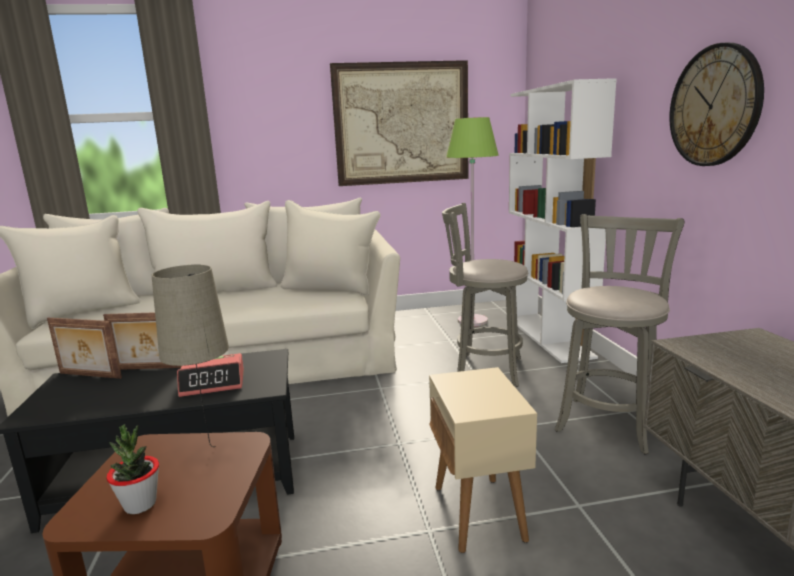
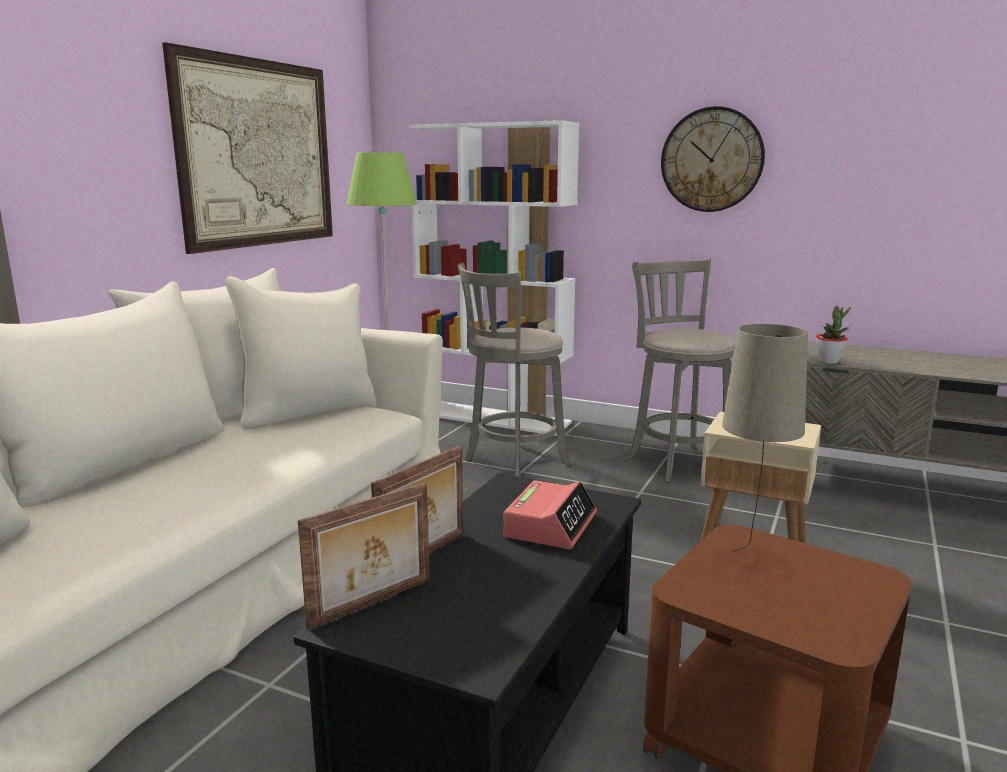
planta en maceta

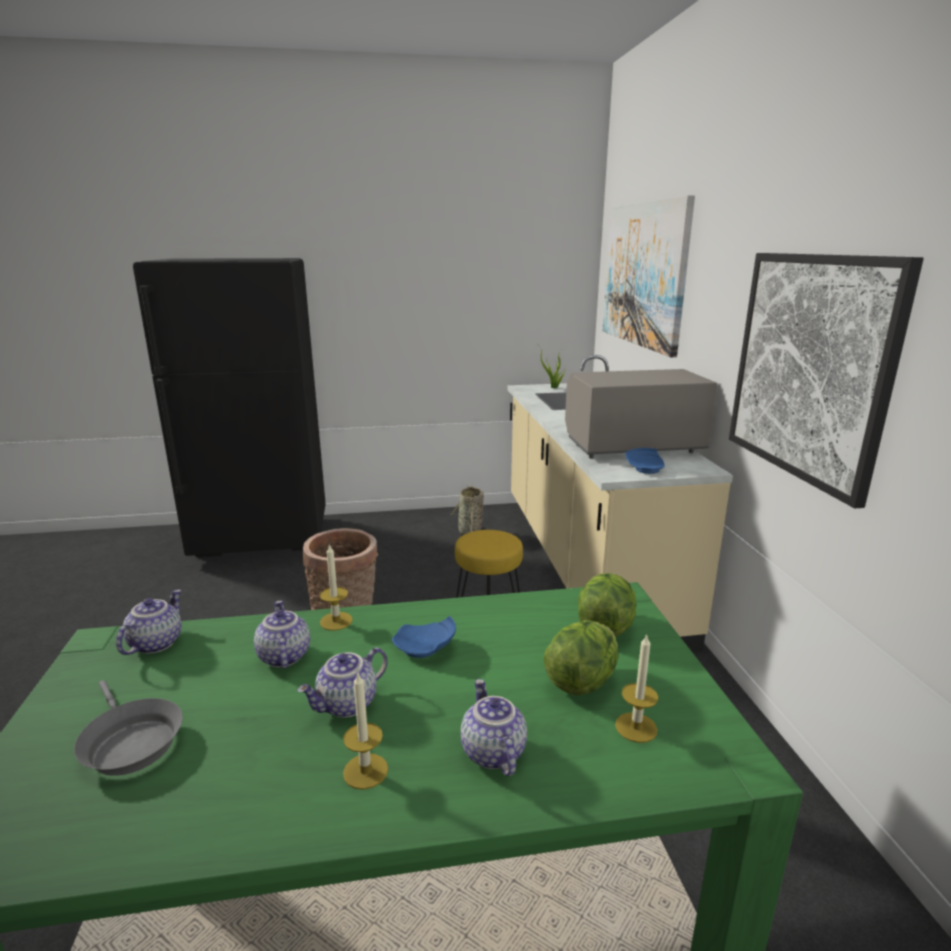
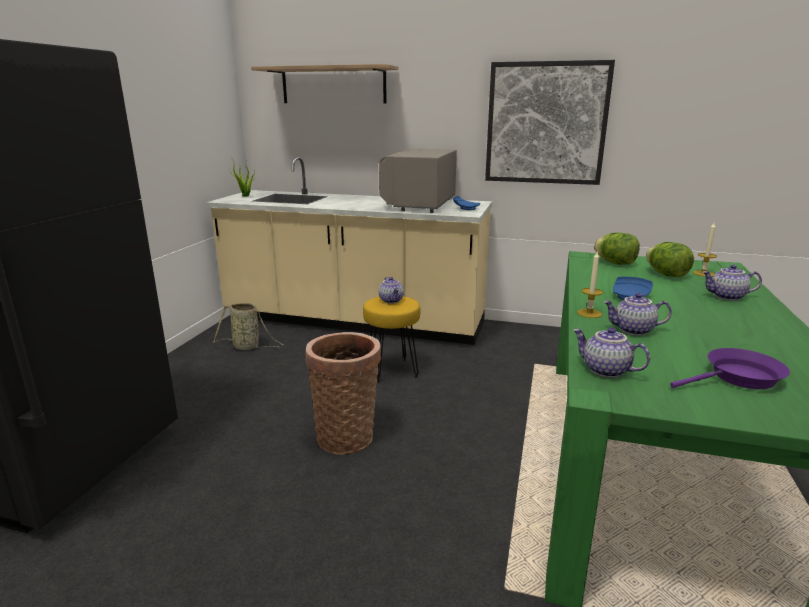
sartén (morado); tetera (no. 1 from left); vela (no. 2 from left in the first image); estante

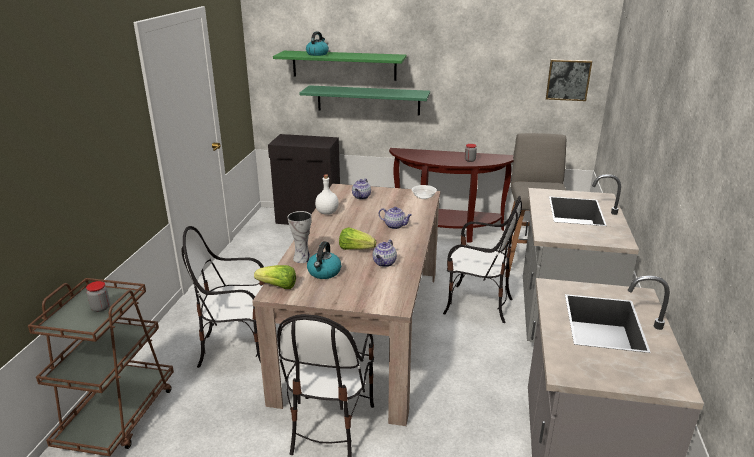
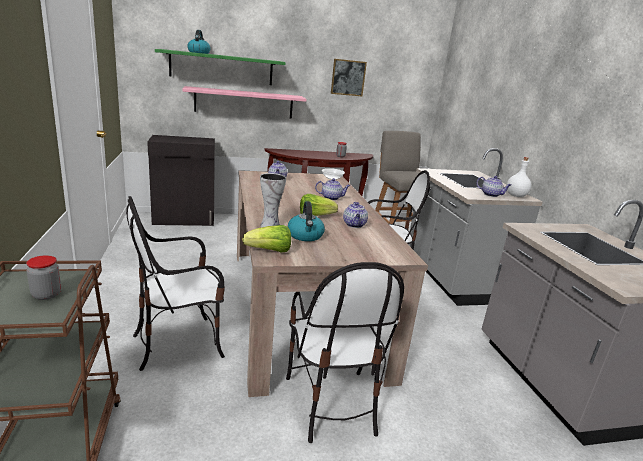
estante (rosa); botella (blanco); cuadro; tetera (no. 4 from left)

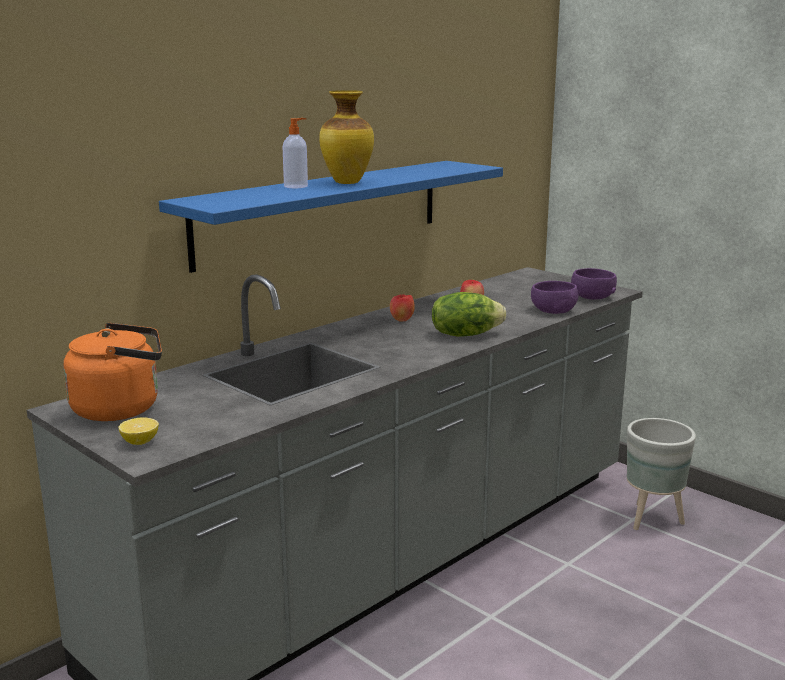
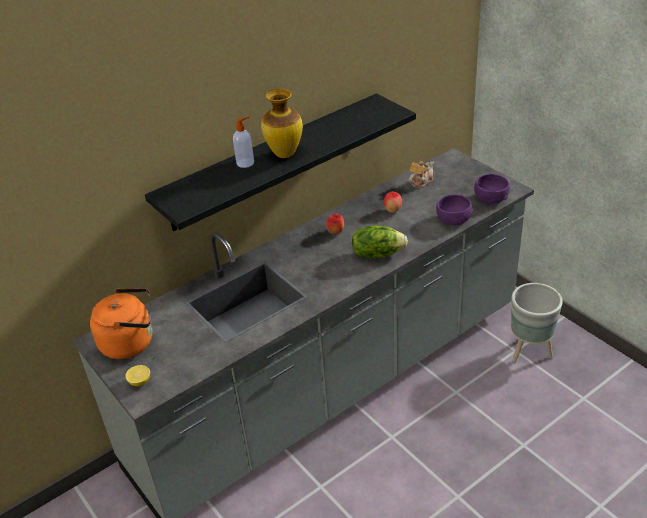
estante (negro); tetera

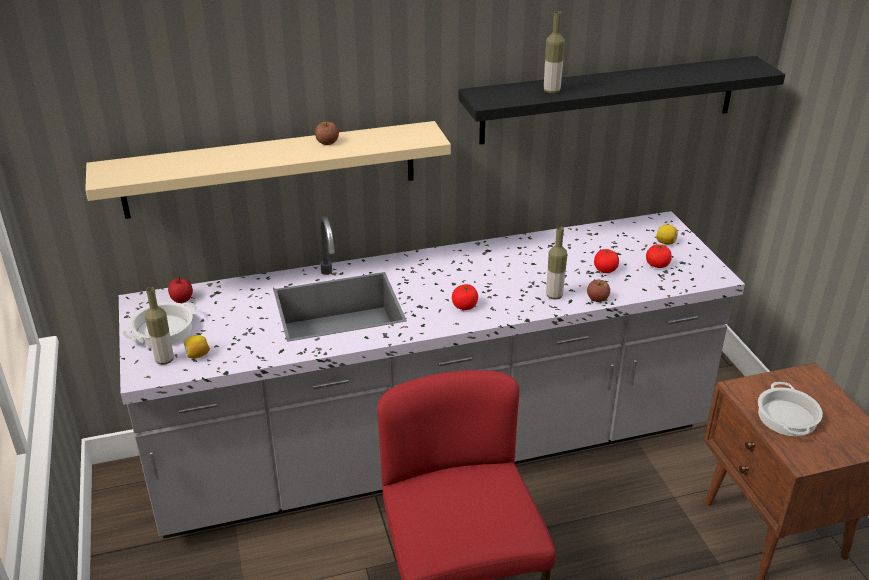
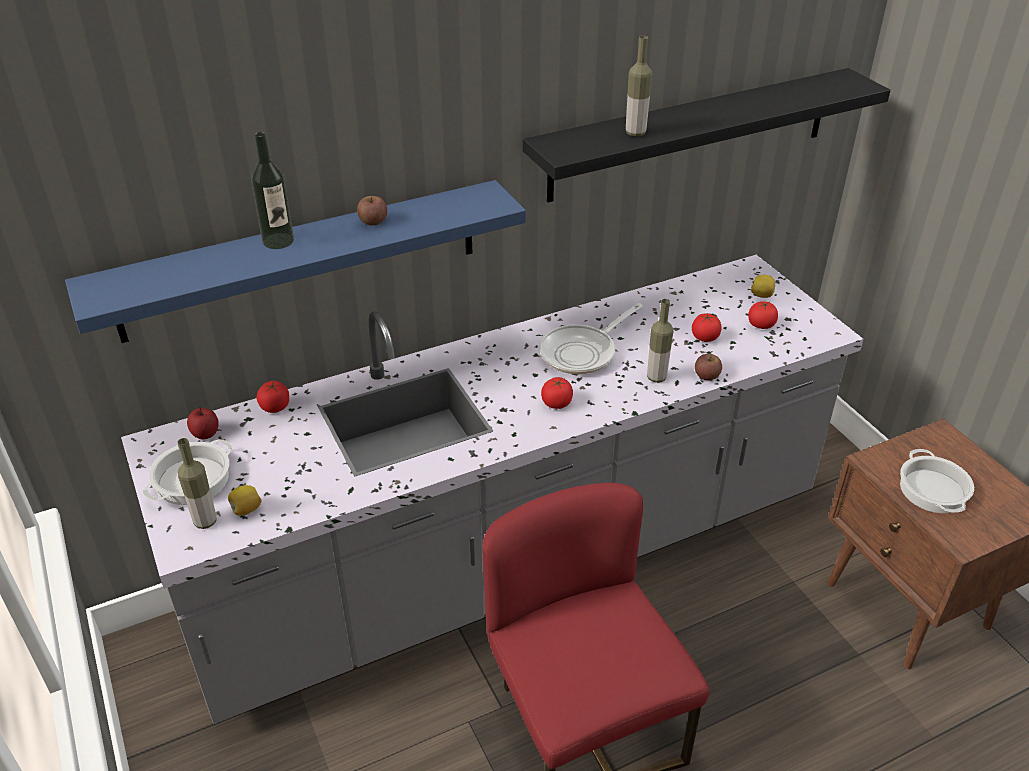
estante (azul); botella (no. 2 from left); tomate (no. 1 from left); sartén

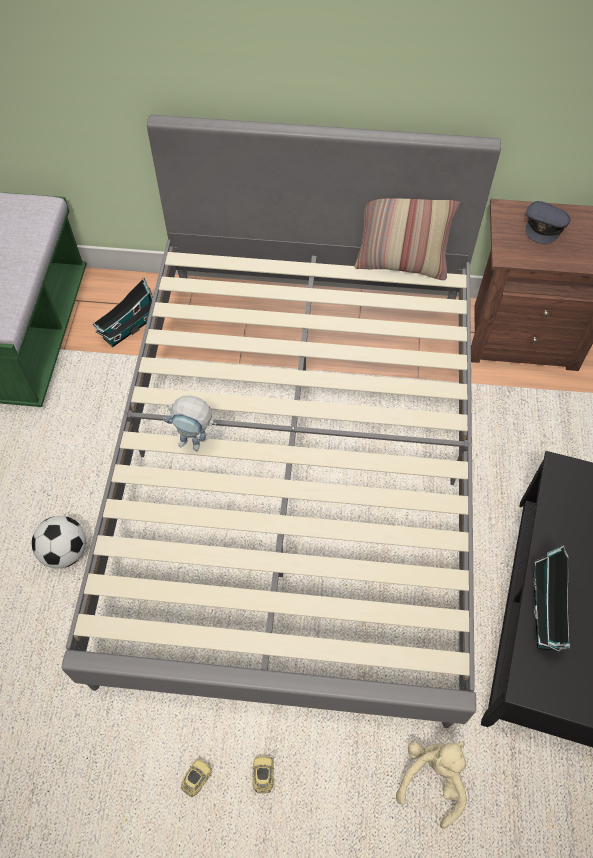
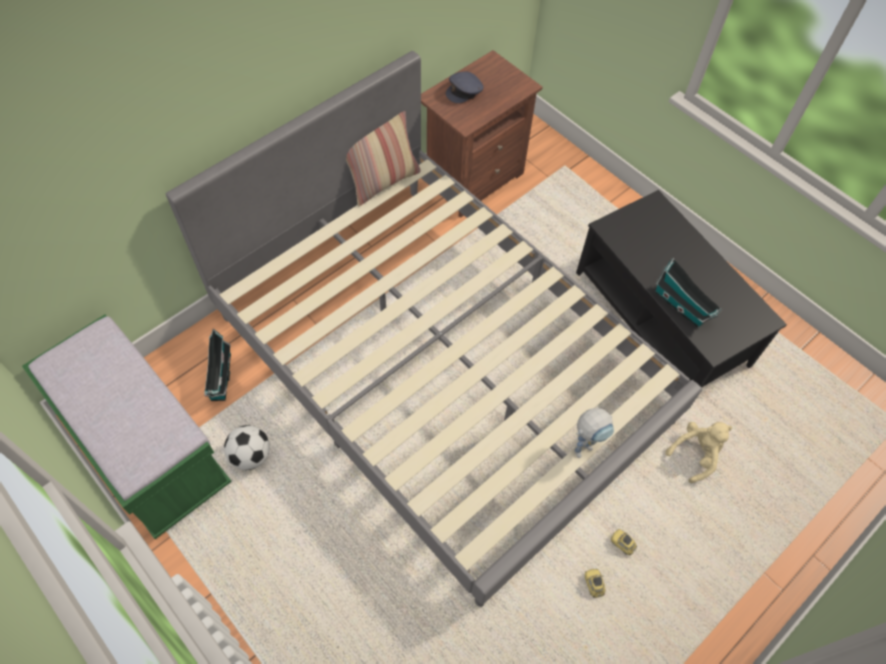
balón de fútbol; robot de juguete; peluche (beis); gorra (gris)

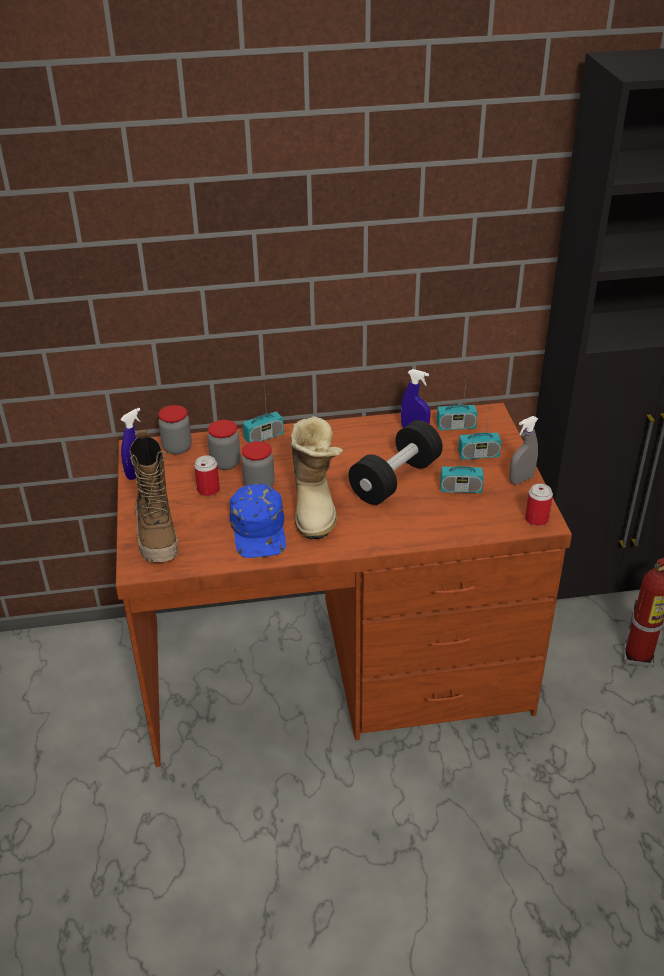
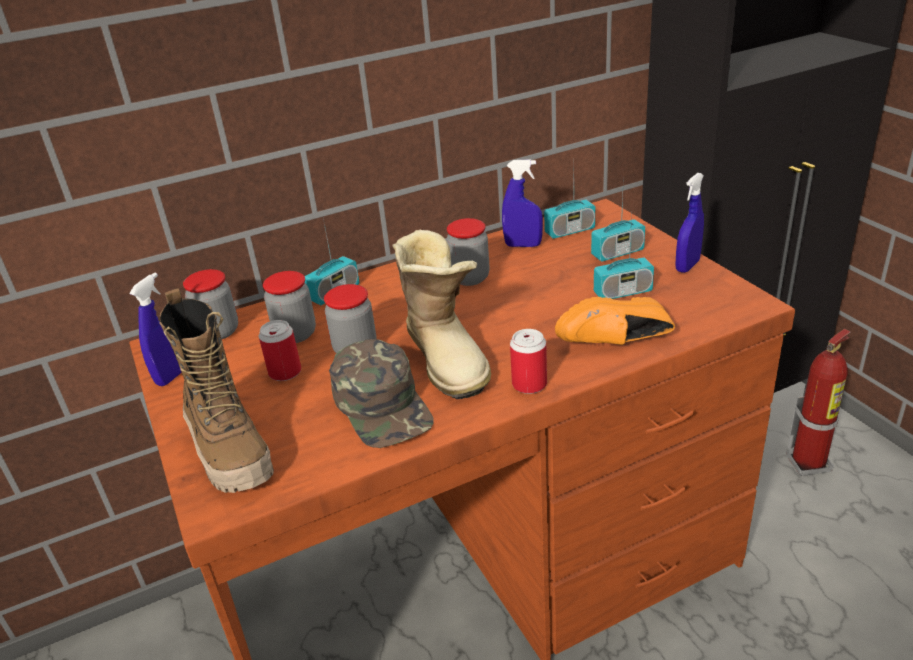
gorra (verde); mancuerna (negro); pulverizador (azul) (no. 3 from left); lata (no. 2 from left); tarro (no. 4 from left); zapato (naranja)

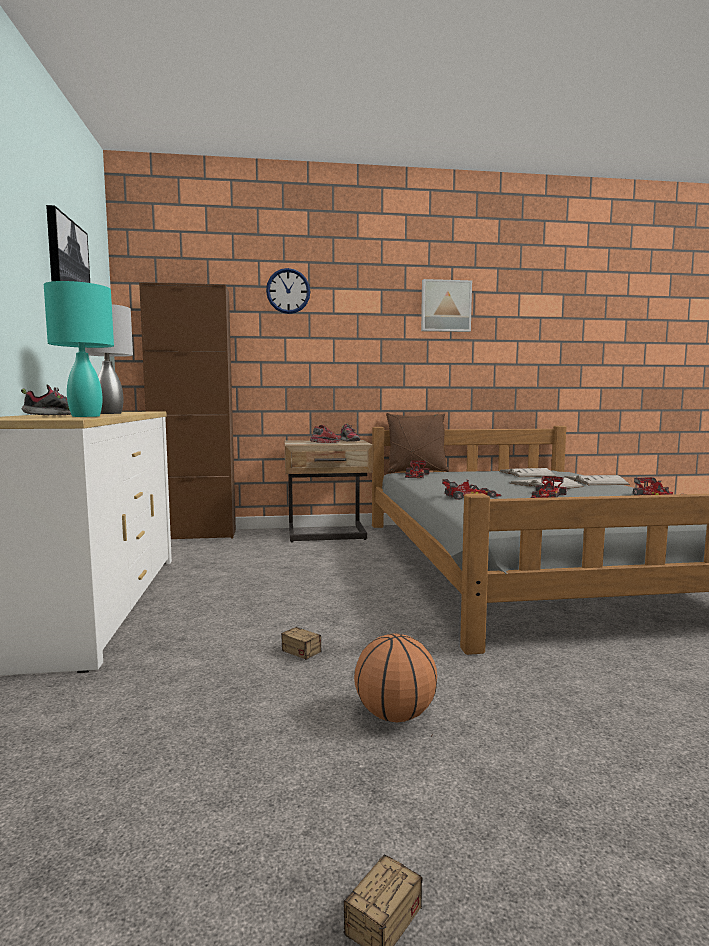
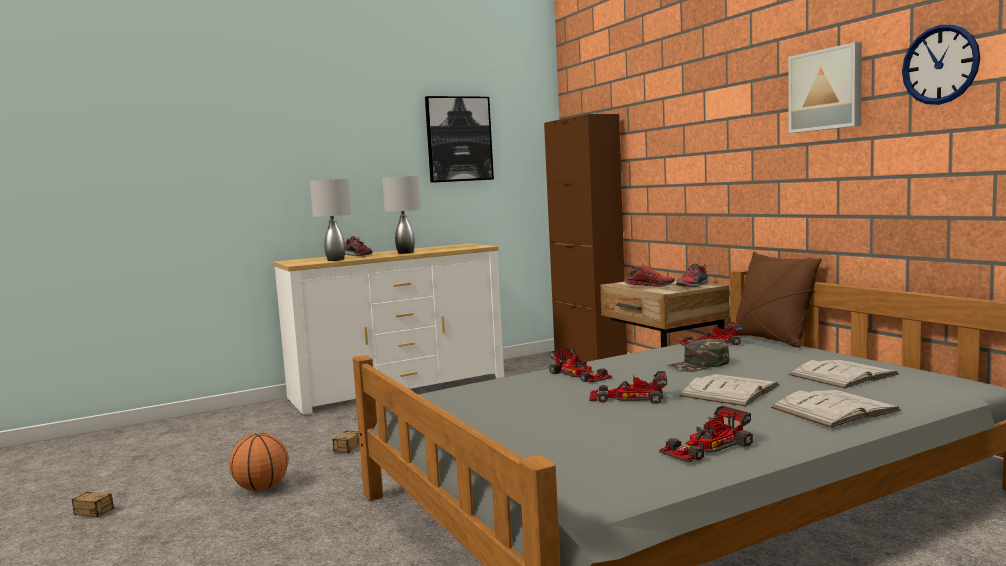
lámpara de mesa (gris) (no. 1 from left); reloj de pared; gorra (verde)

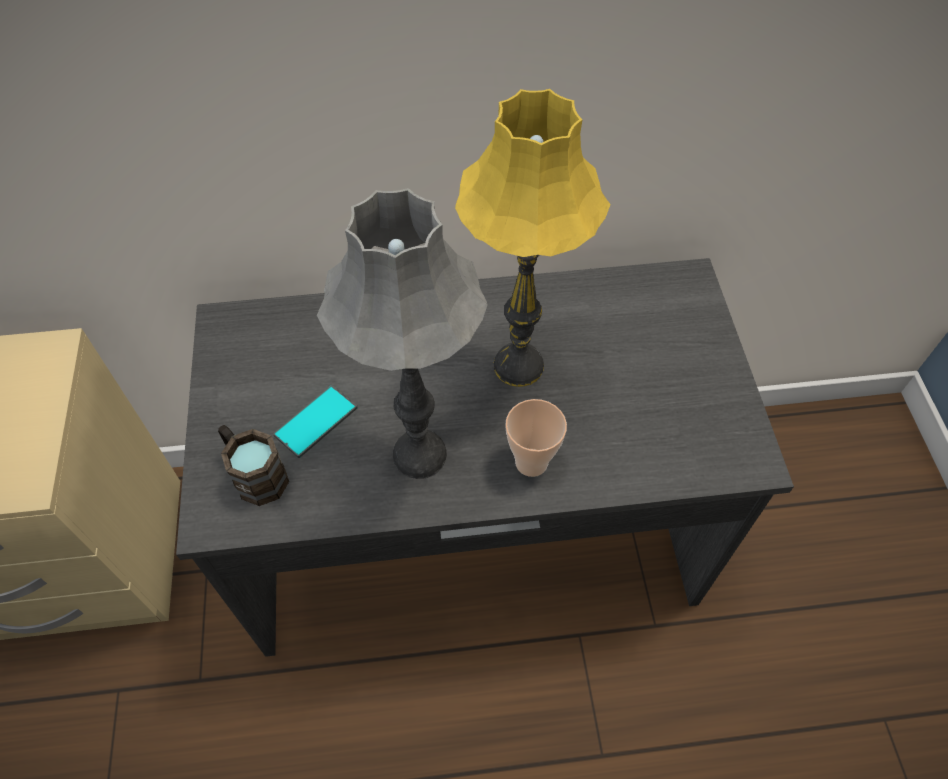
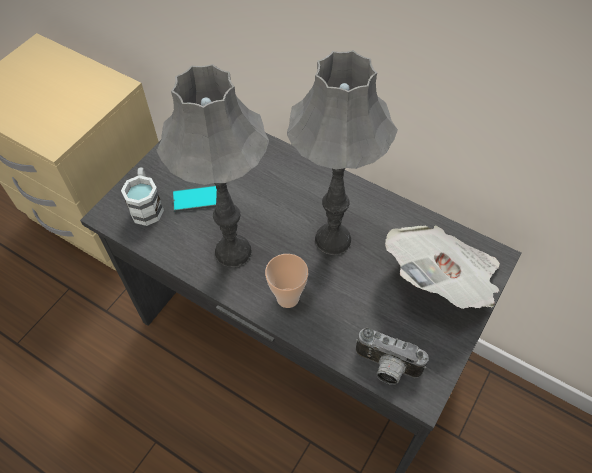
taza grande (blanco); lámpara de mesa (gris) (no. 2 from left); cámara; periódico

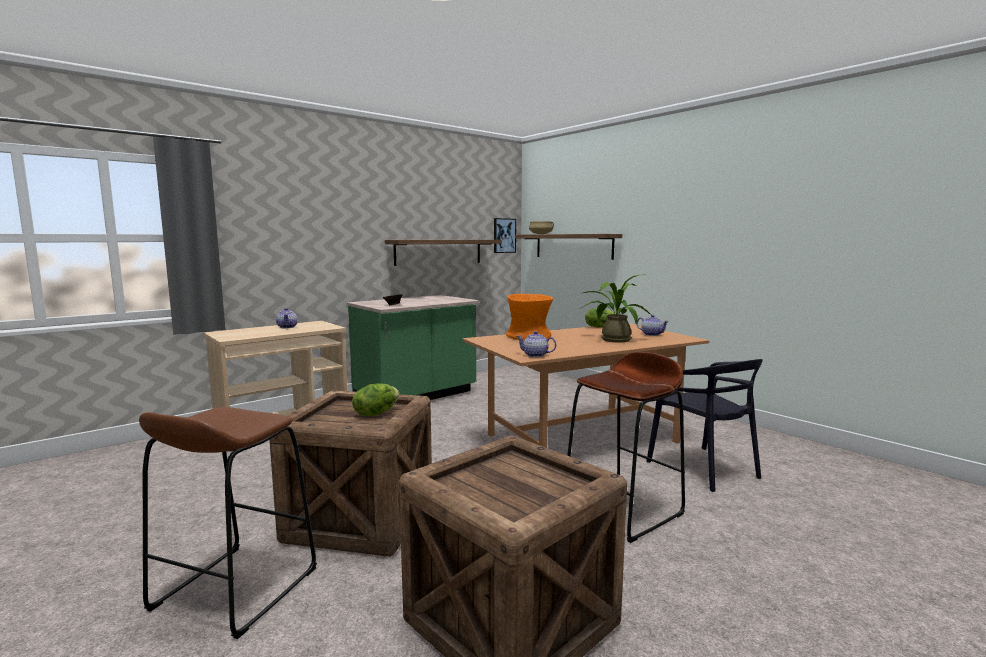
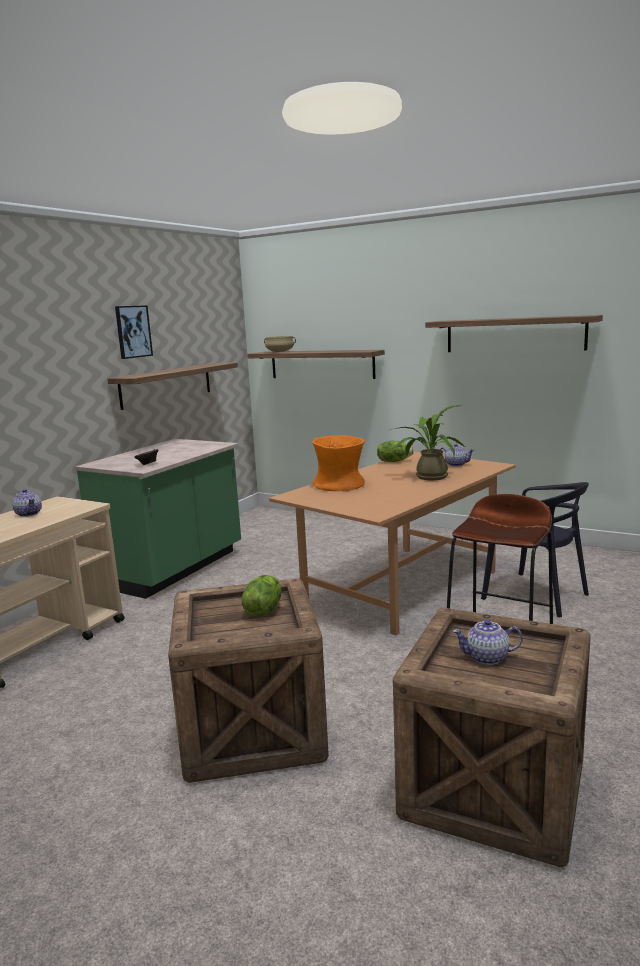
taburete (marrón) (no. 1 from left in the first image); cuadro; tetera (no. 3 from left); estante (no. 3 from left)

